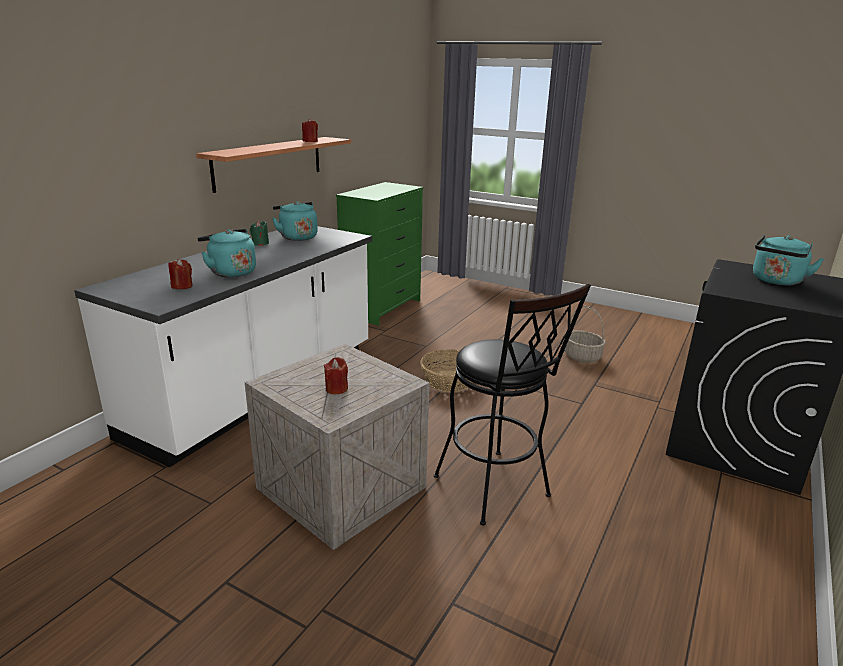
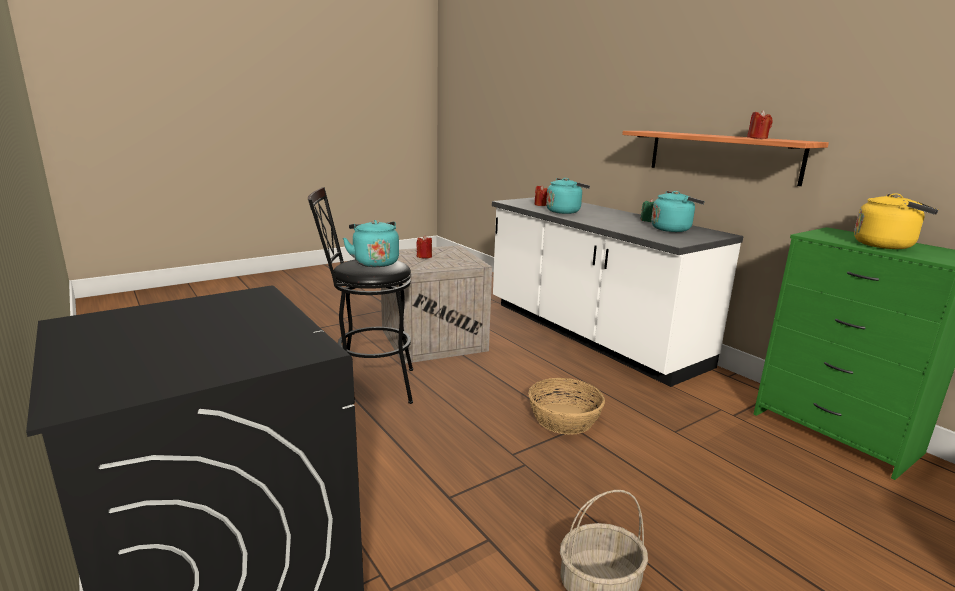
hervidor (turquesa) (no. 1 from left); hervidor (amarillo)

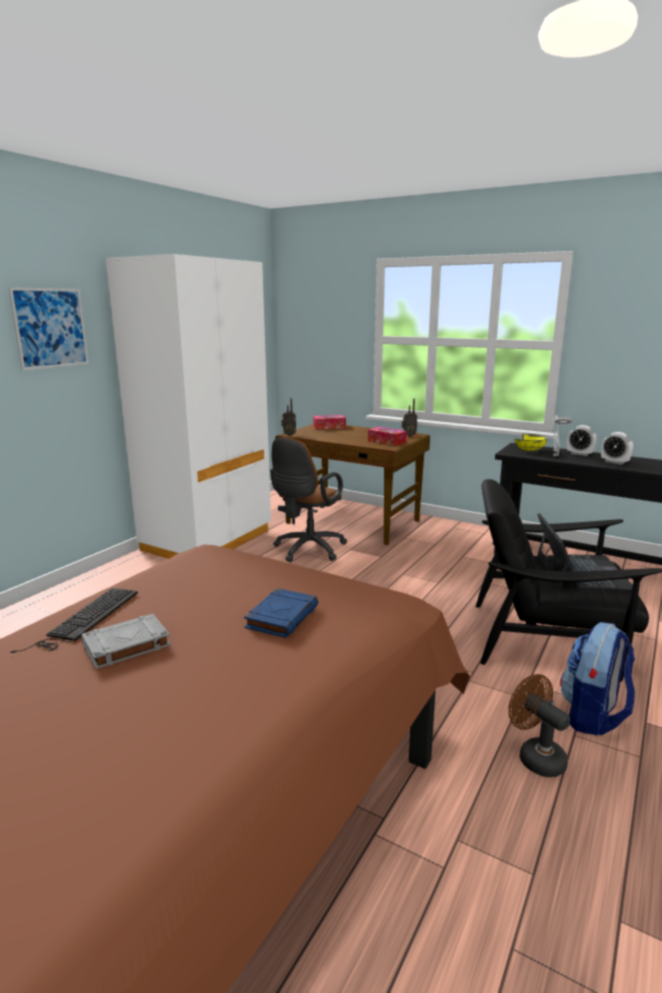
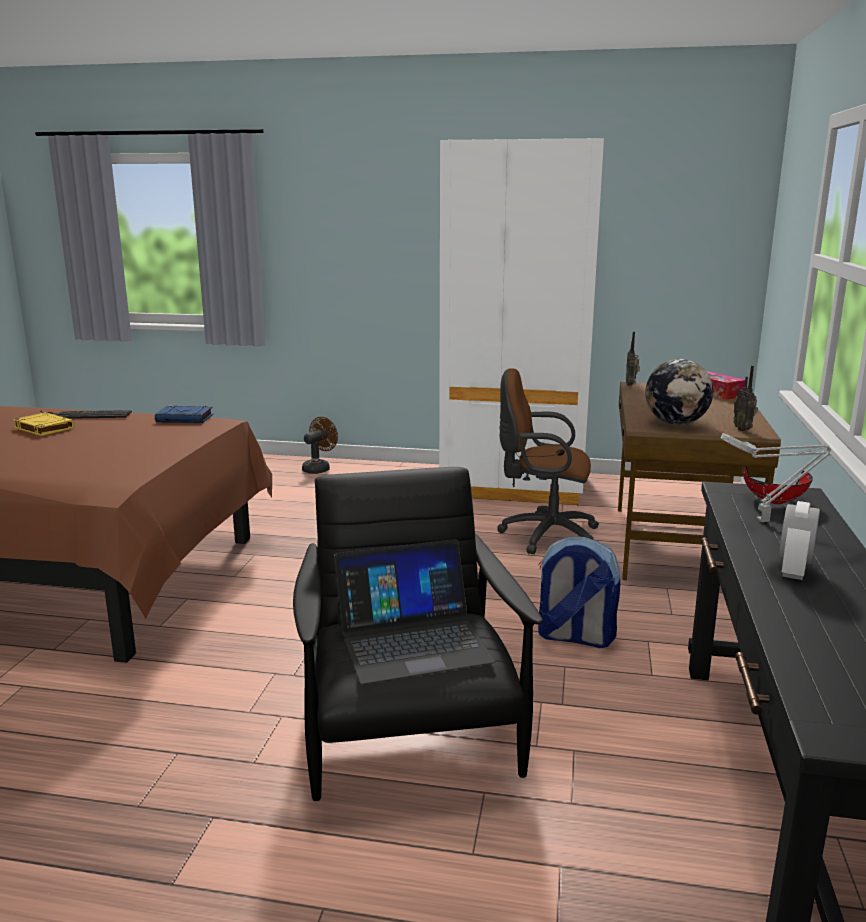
cuadro; libro (amarillo); libro (azul); globo terráqueo; ventilador (marrón); cuenco (rojo); mochila; despertador (no. 1 from left in the first image)

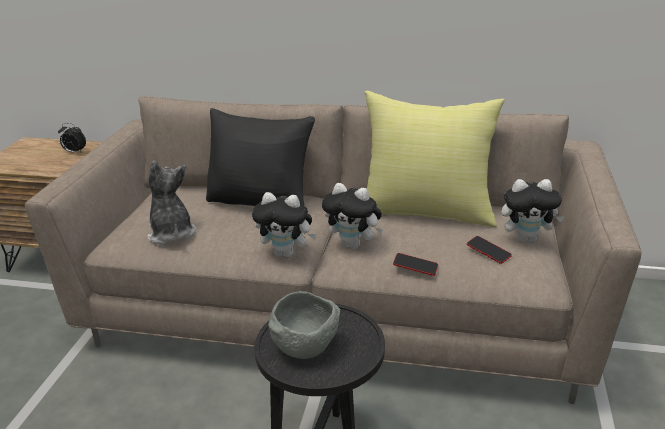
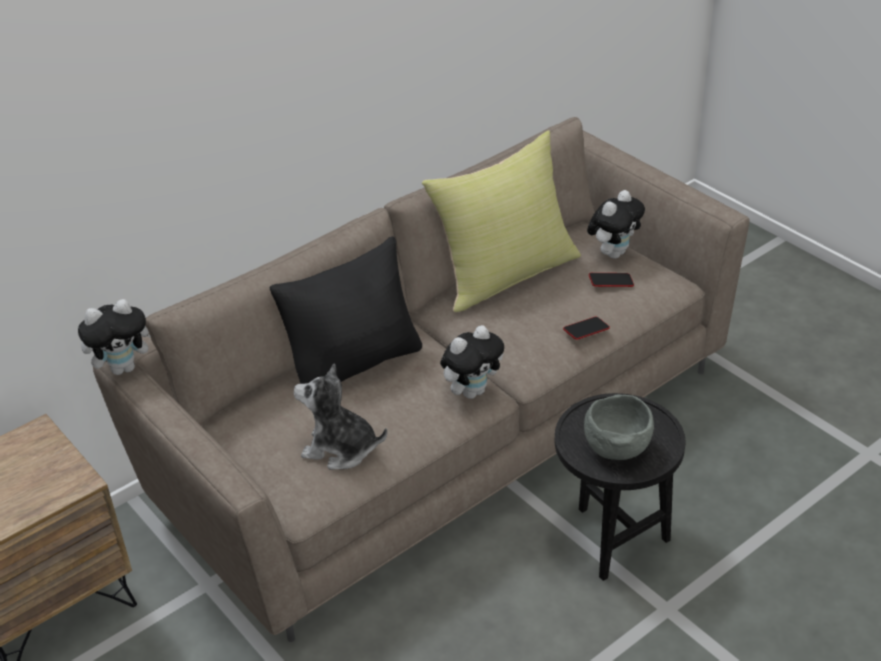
despertador; peluche (no. 1 from left)

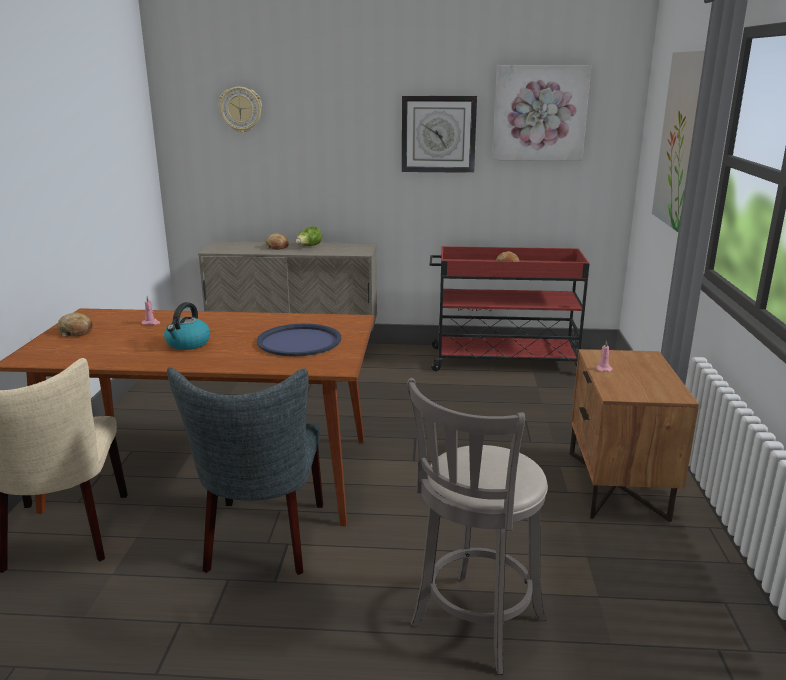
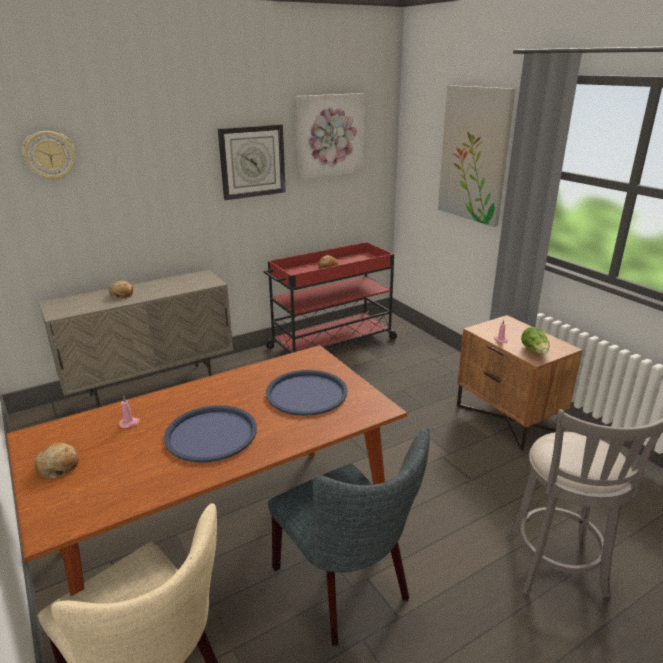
bandeja (azul) (no. 1 from left); lechuga

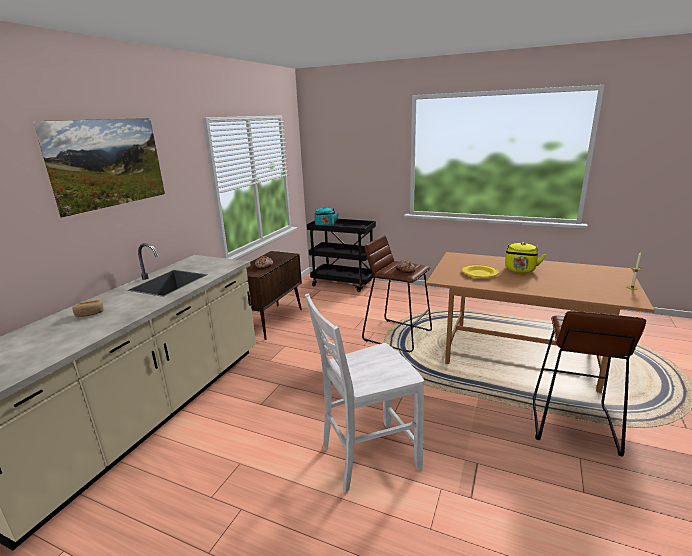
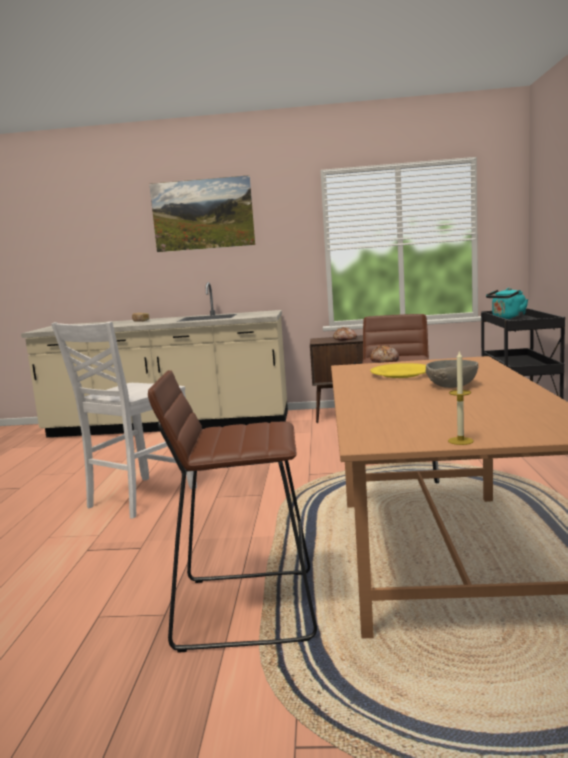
silla (blanco); cuenco (gris)

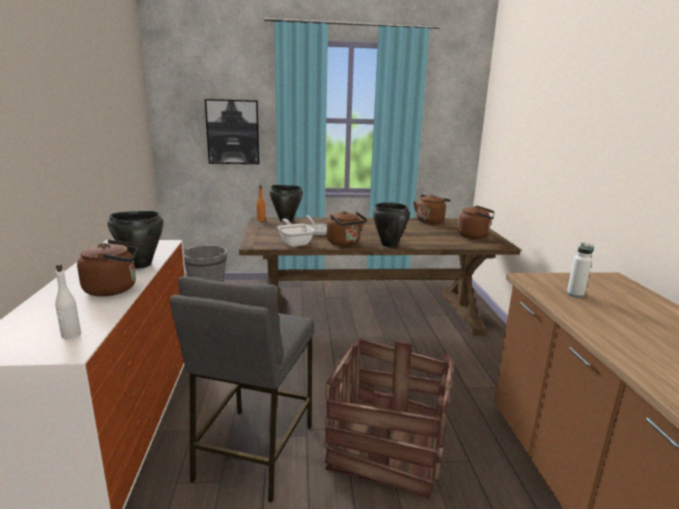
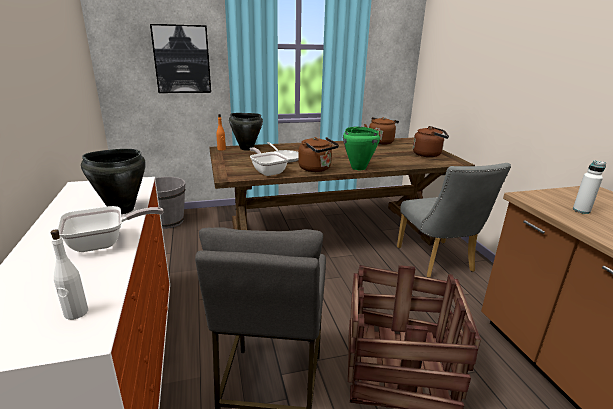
sartén (no. 1 from left); olla (verde); silla (gris)

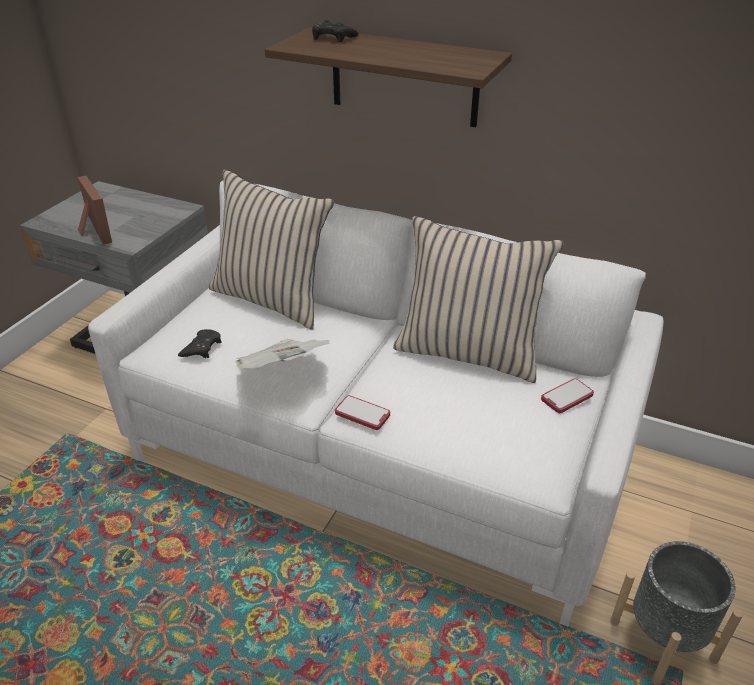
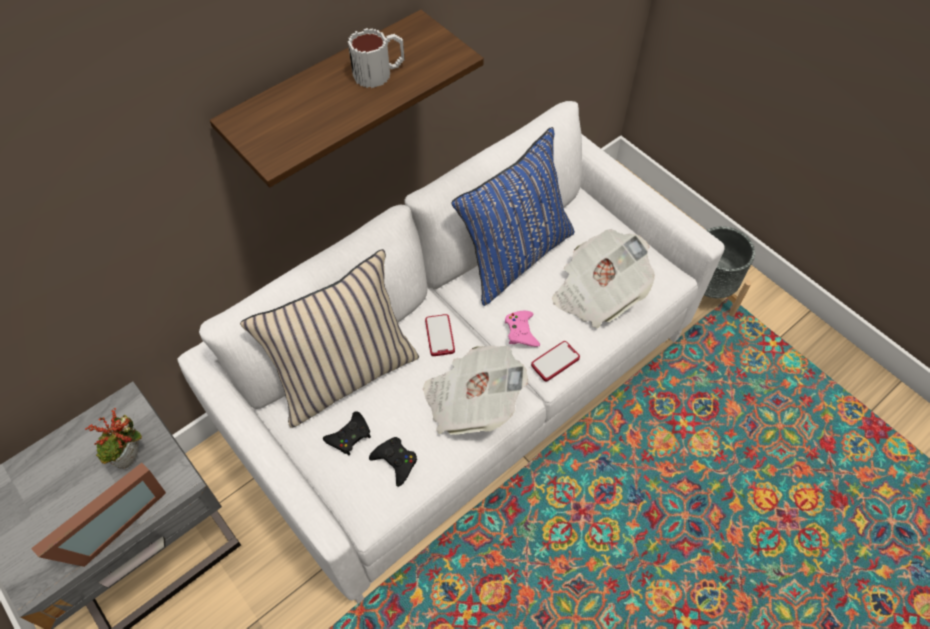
portarretratos; mando de consola (negro) (no. 1 from left); cojín (azul); móvil (no. 1 from left); planta en maceta; taza grande; mando de consola (rosa); periódico (no. 2 from left)

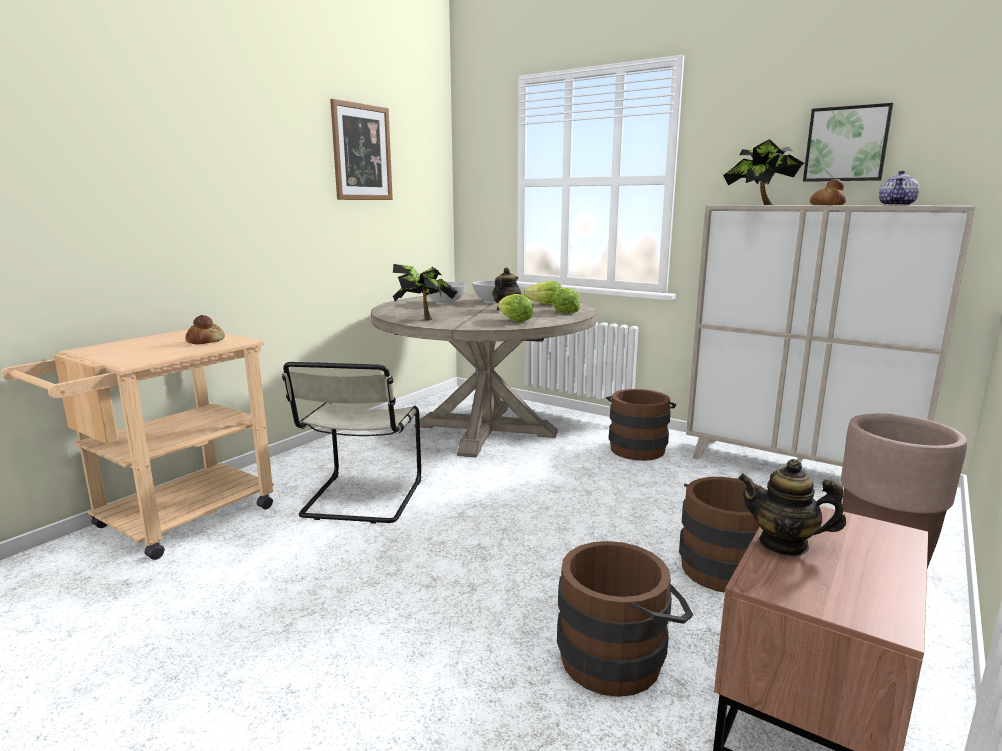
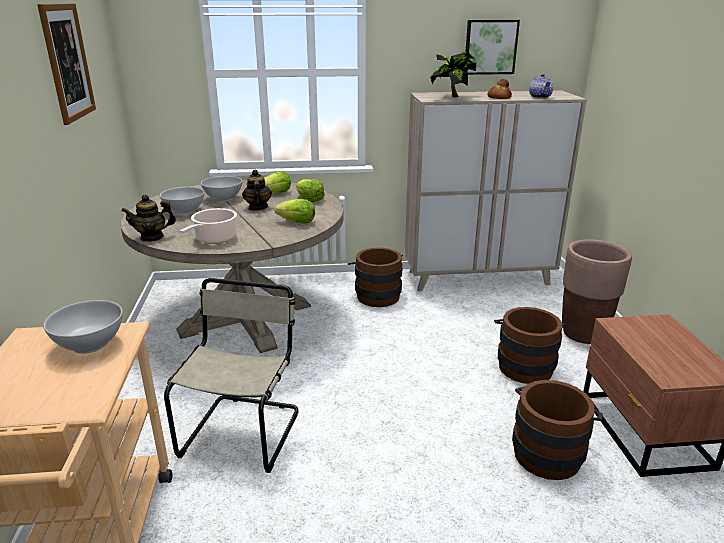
cuenco (blanco) (no. 1 from left); silla (beis); olla; tetera (no. 1 from left)

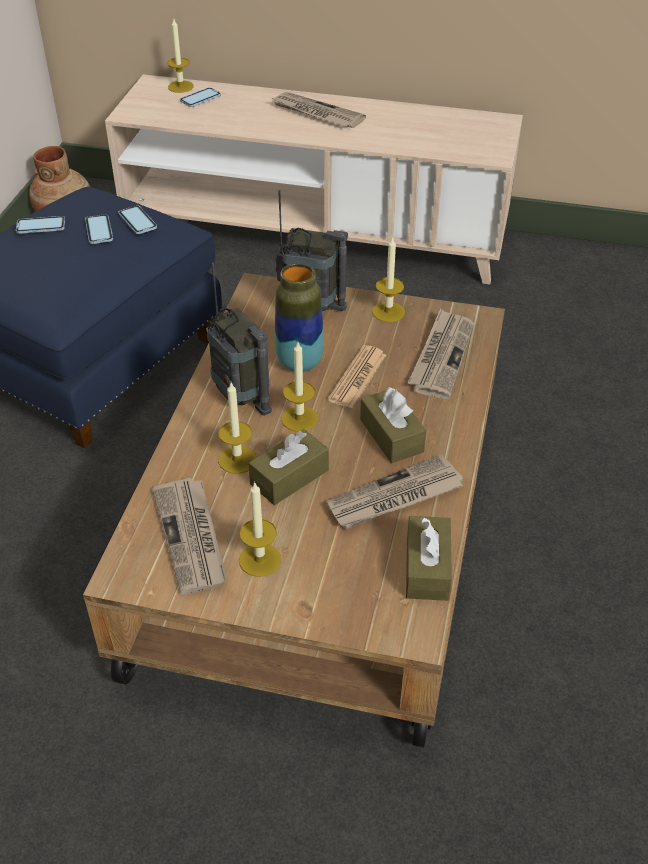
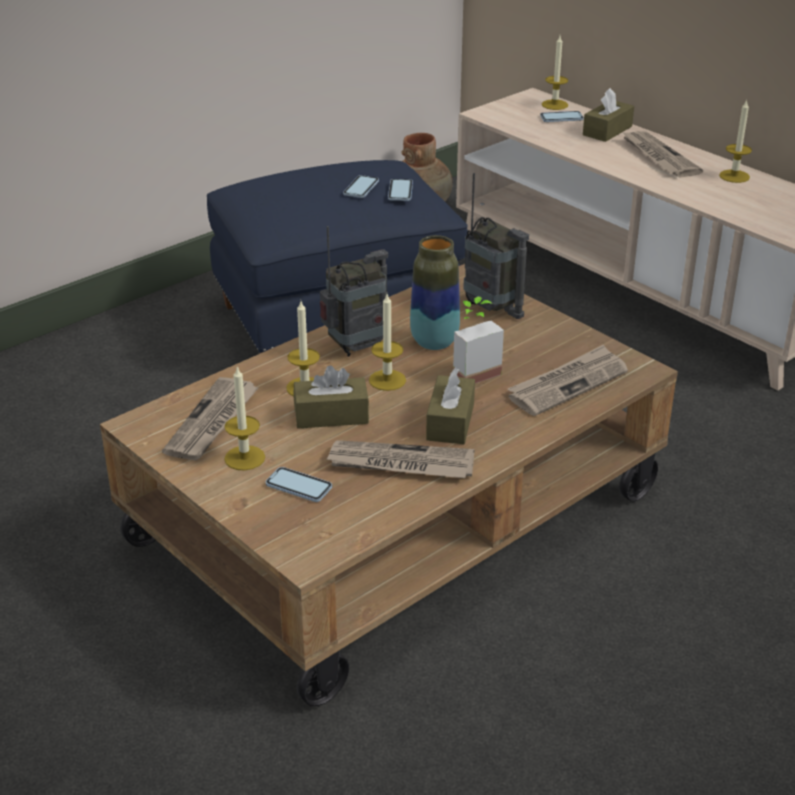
móvil (no. 1 from left); radio (no. 1 from left); planta en maceta; vela (no. 5 from left); caja de pañuelos (marrón) (no. 3 from left)

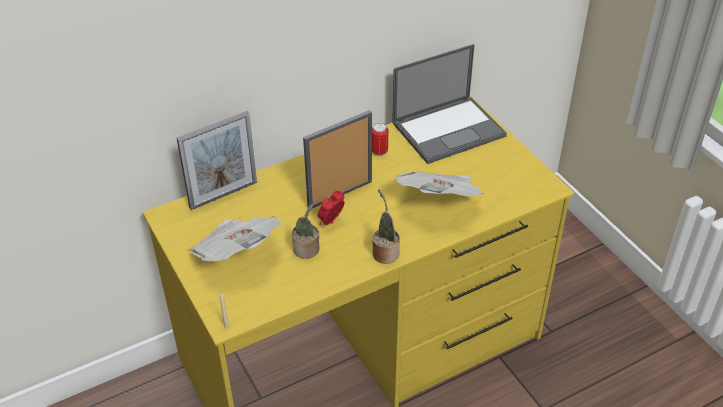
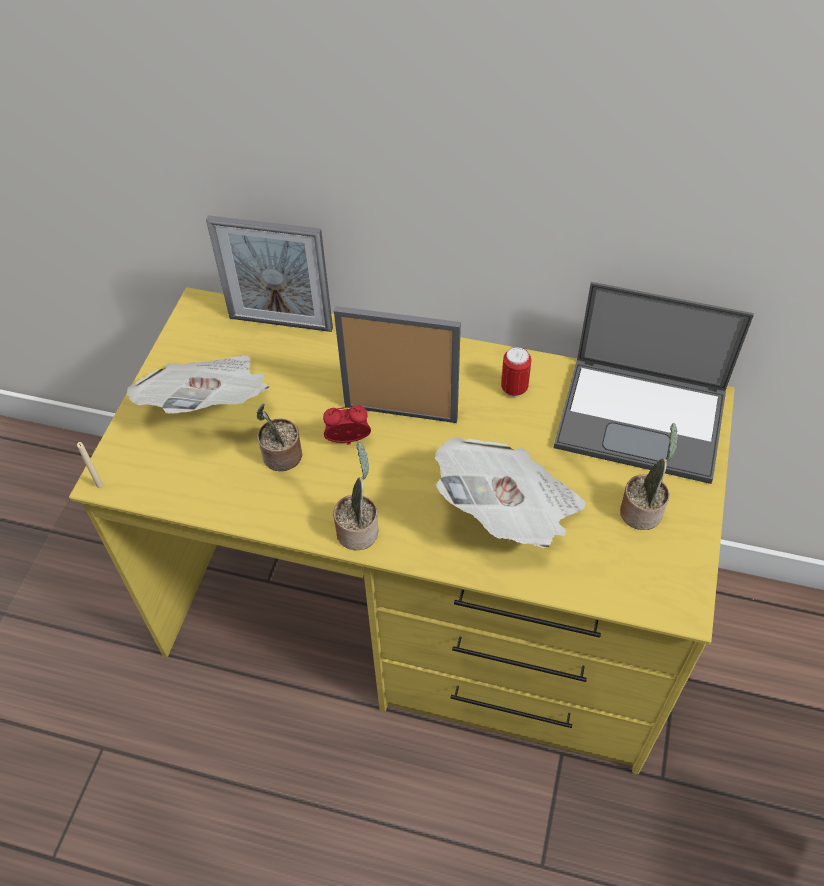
planta en maceta (no. 3 from left)

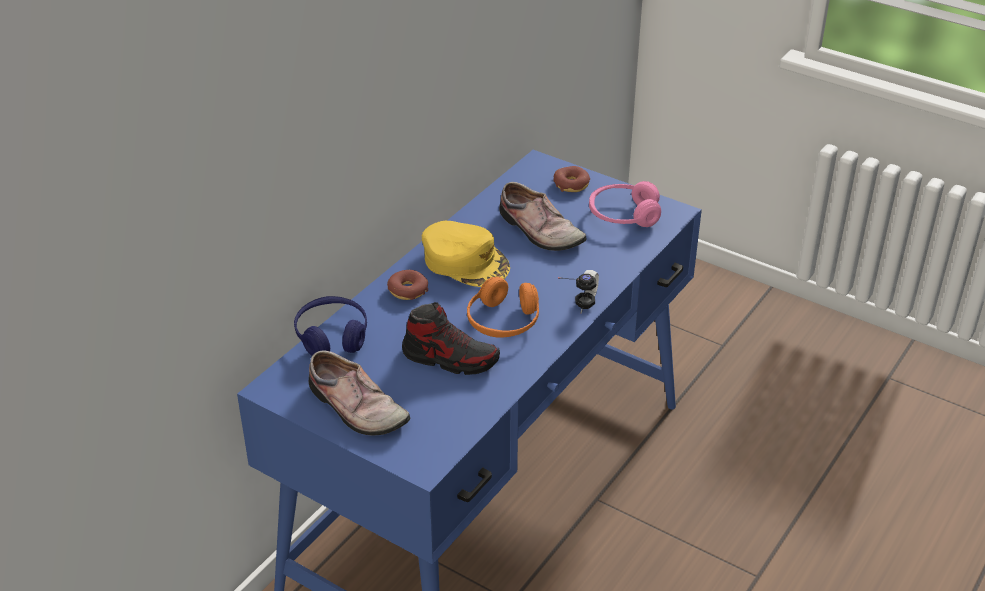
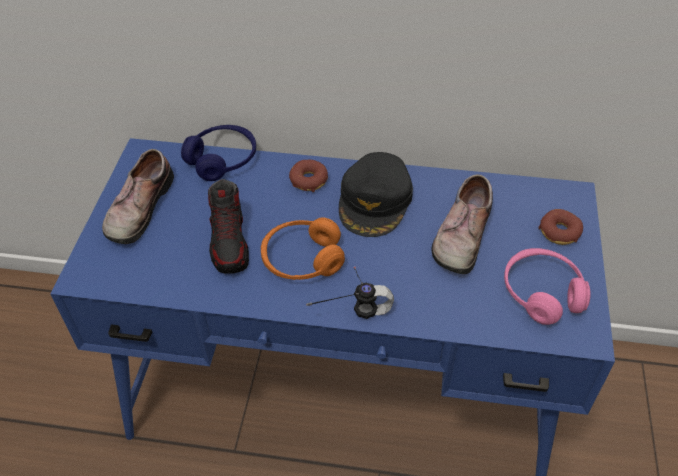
gorra (negro)

